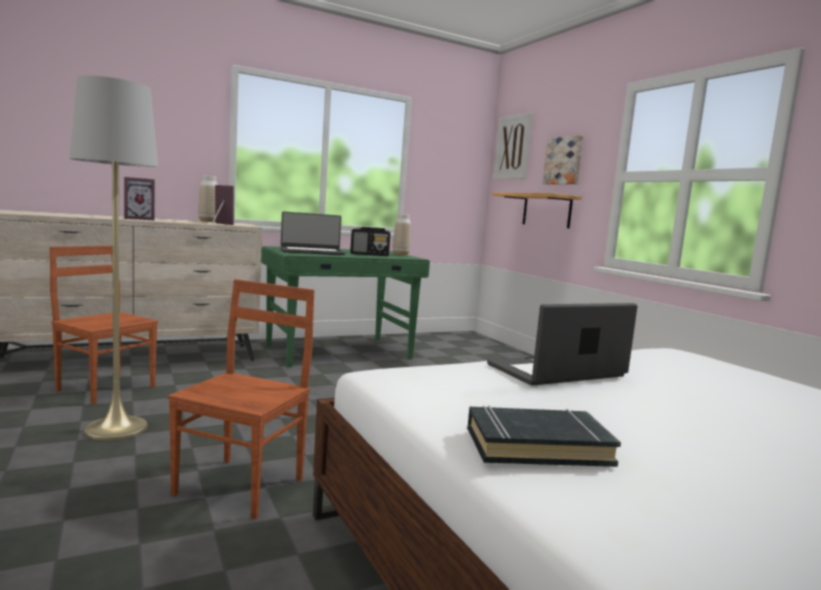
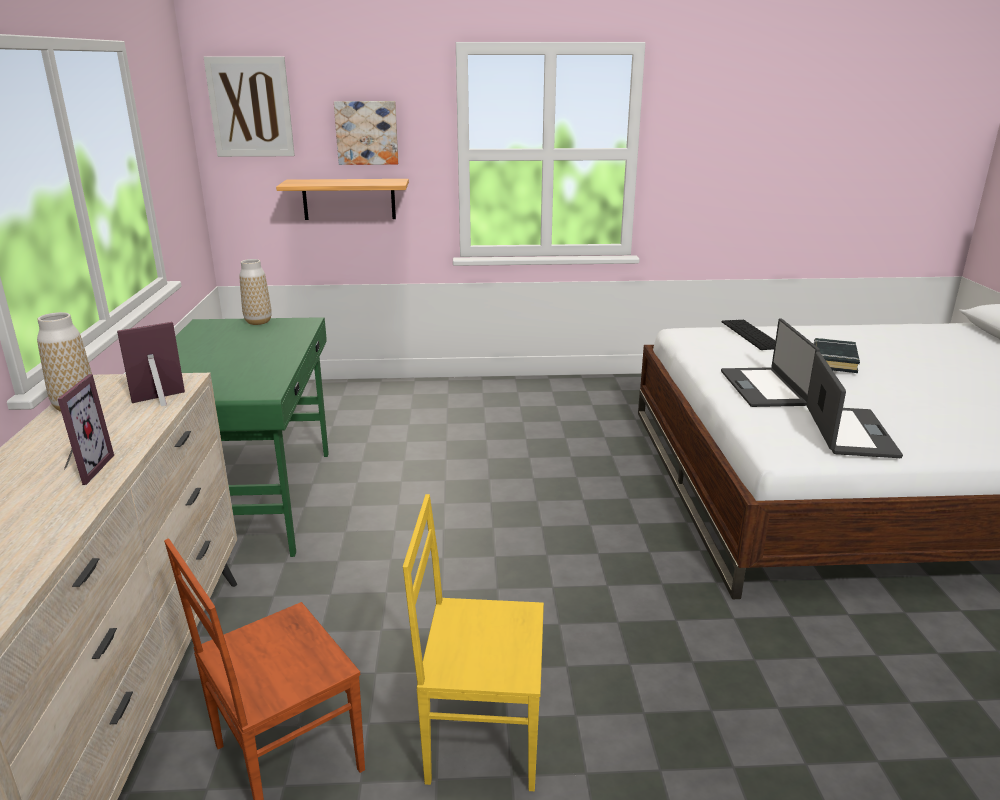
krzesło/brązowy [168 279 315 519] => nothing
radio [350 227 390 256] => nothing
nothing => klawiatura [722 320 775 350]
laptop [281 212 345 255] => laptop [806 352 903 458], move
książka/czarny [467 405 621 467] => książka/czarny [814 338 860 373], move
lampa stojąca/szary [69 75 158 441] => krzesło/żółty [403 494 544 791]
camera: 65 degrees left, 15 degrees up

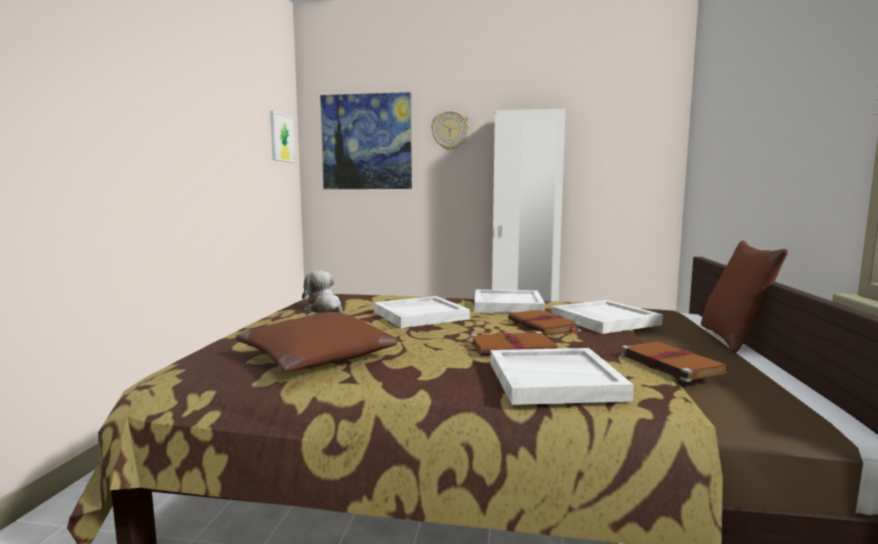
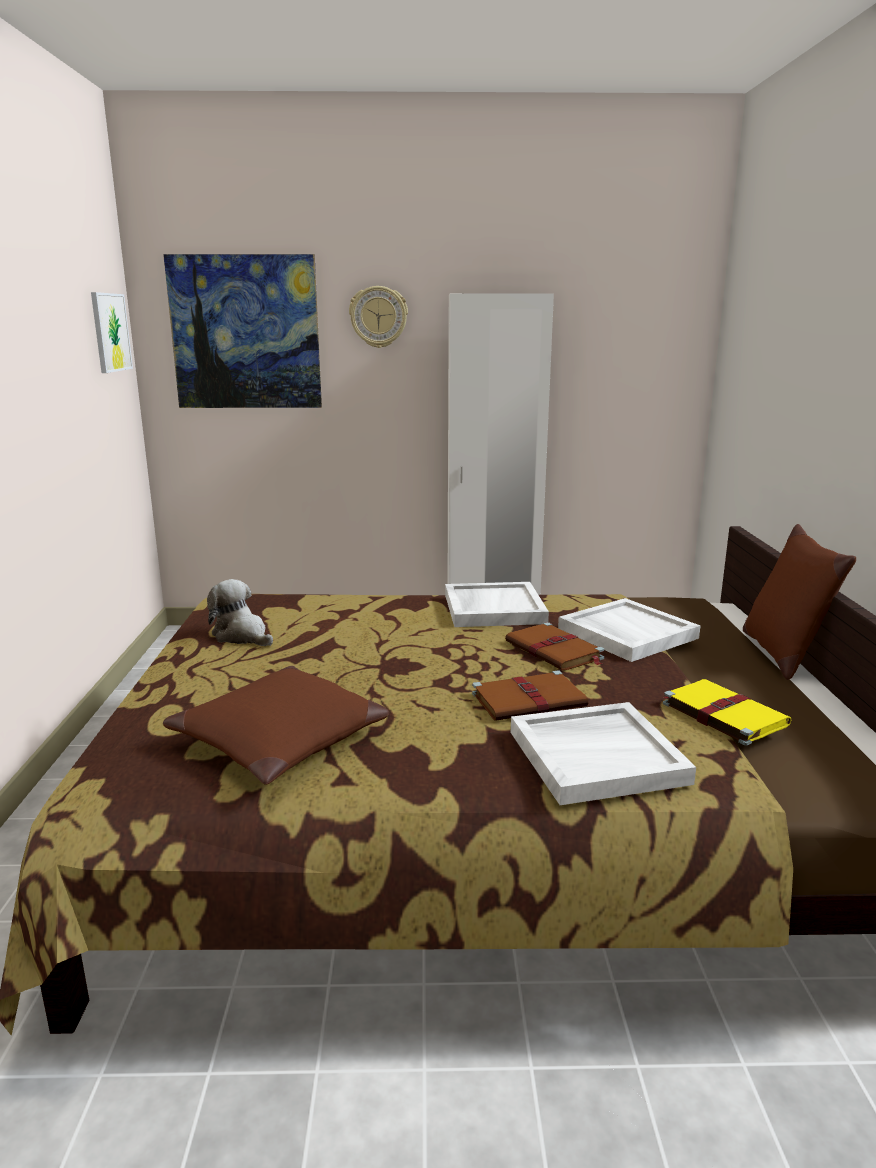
taca/biały [374 296 470 328] => nothing
książka/brązowy [621 341 730 382] => książka/żółty [663 679 791 746]
camera: 10 degrees left, 10 degrees up

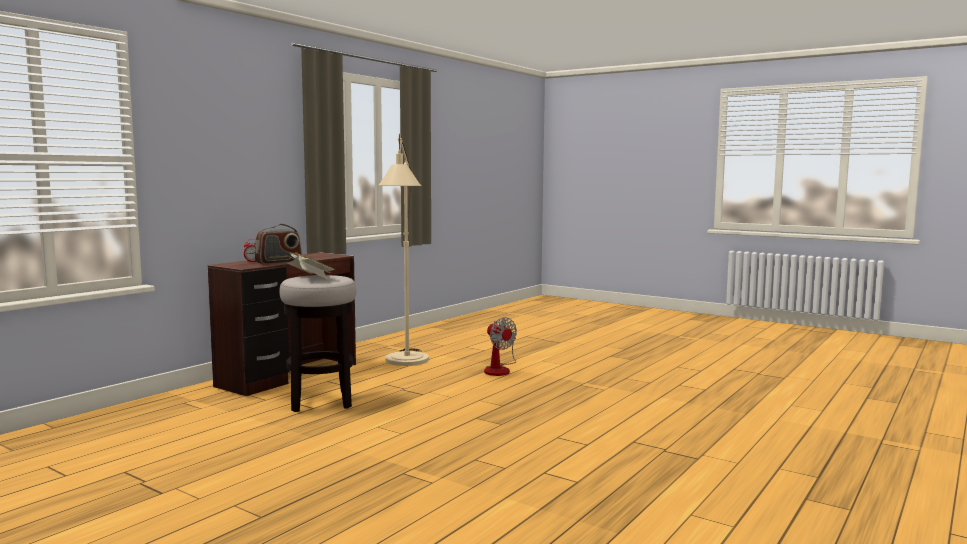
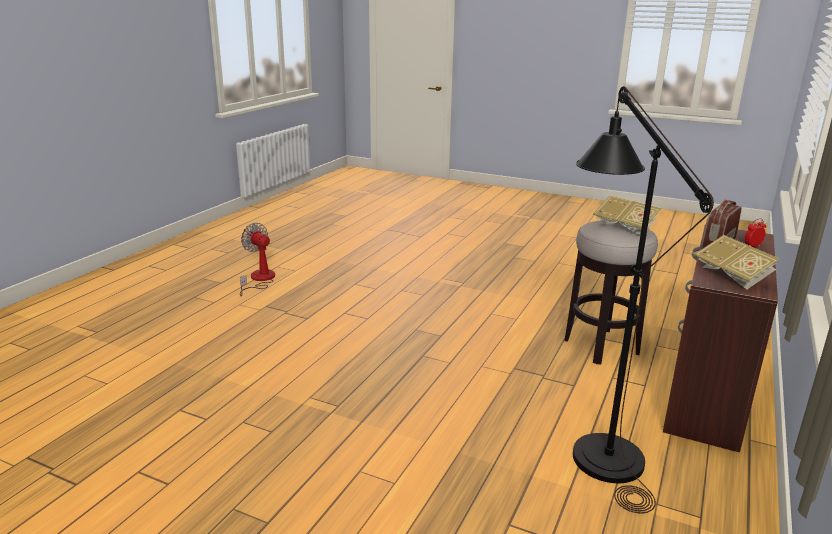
nothing => książka [694 235 780 289]
wentylator [484 317 517 376] => wentylator [240 223 275 297], move
lampa stojąca/beżowy [378 134 429 366] => lampa stojąca/czarny [573 86 714 514]
camera: 170 degrees right, 15 degrees up

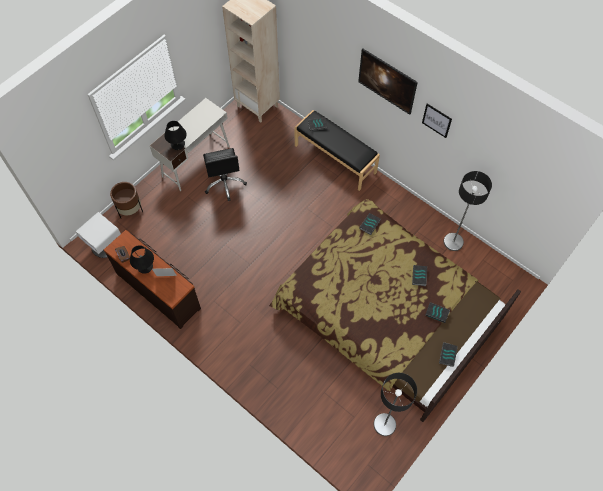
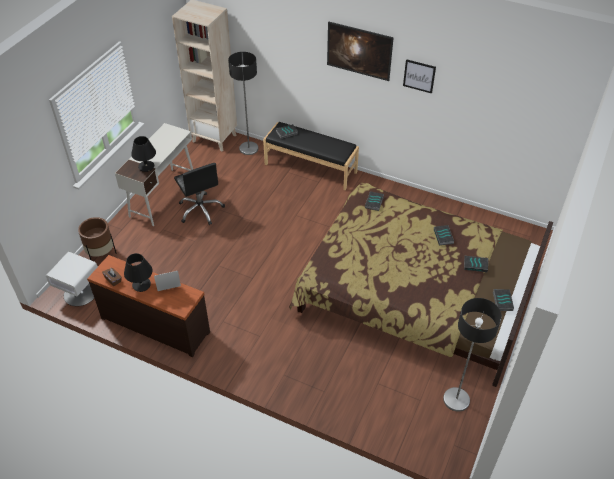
lampa stojąca [444 171 492 251] => lampa stojąca [228 52 259 155], move
camera: 15 degrees left, 15 degrees down

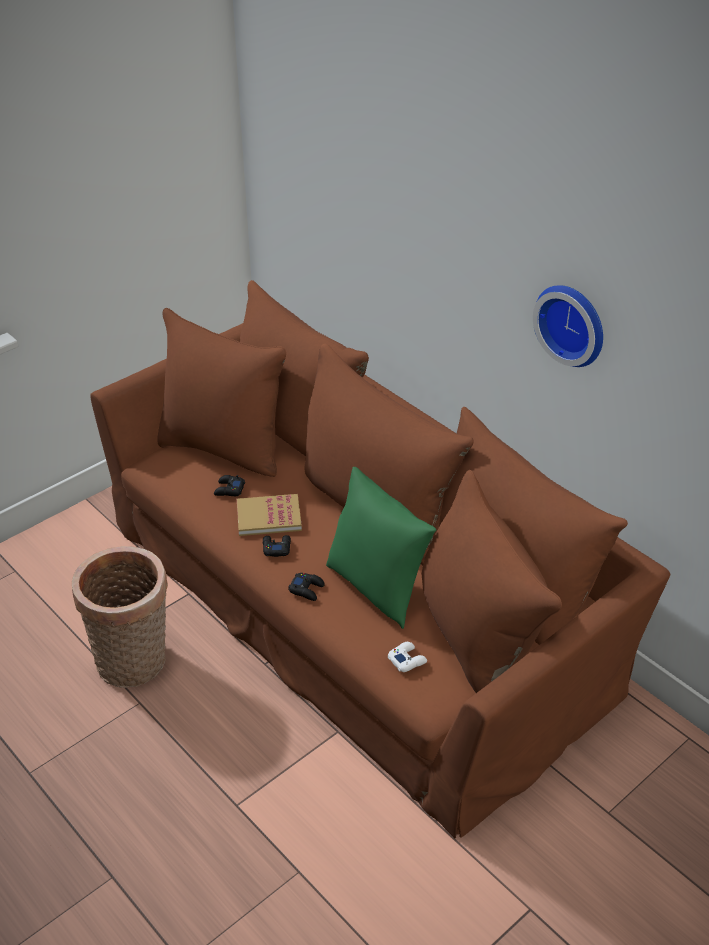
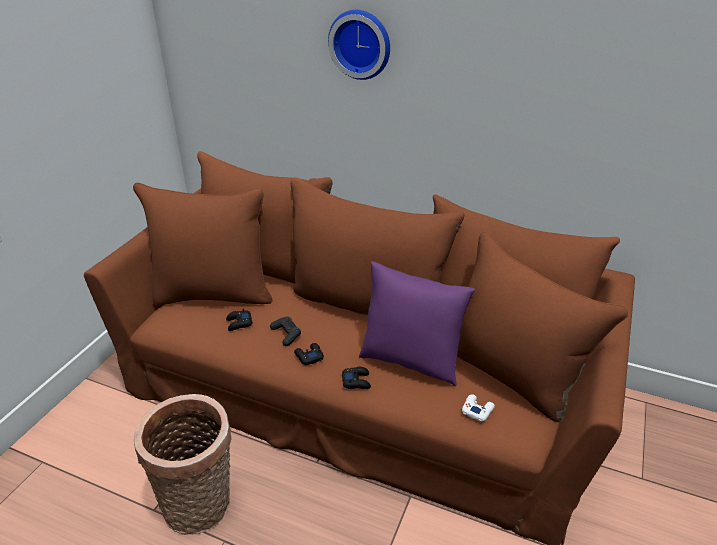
zegar ścienny [533 285 603 367] => zegar ścienny [328 10 390 80], move
książka [237 494 302 536] => pad do gier/czarny [270 317 301 346]
poduszka/zielony [326 467 436 629] => poduszka/fioletowy [359 261 475 386]
camera: 25 degrees left, 5 degrees down

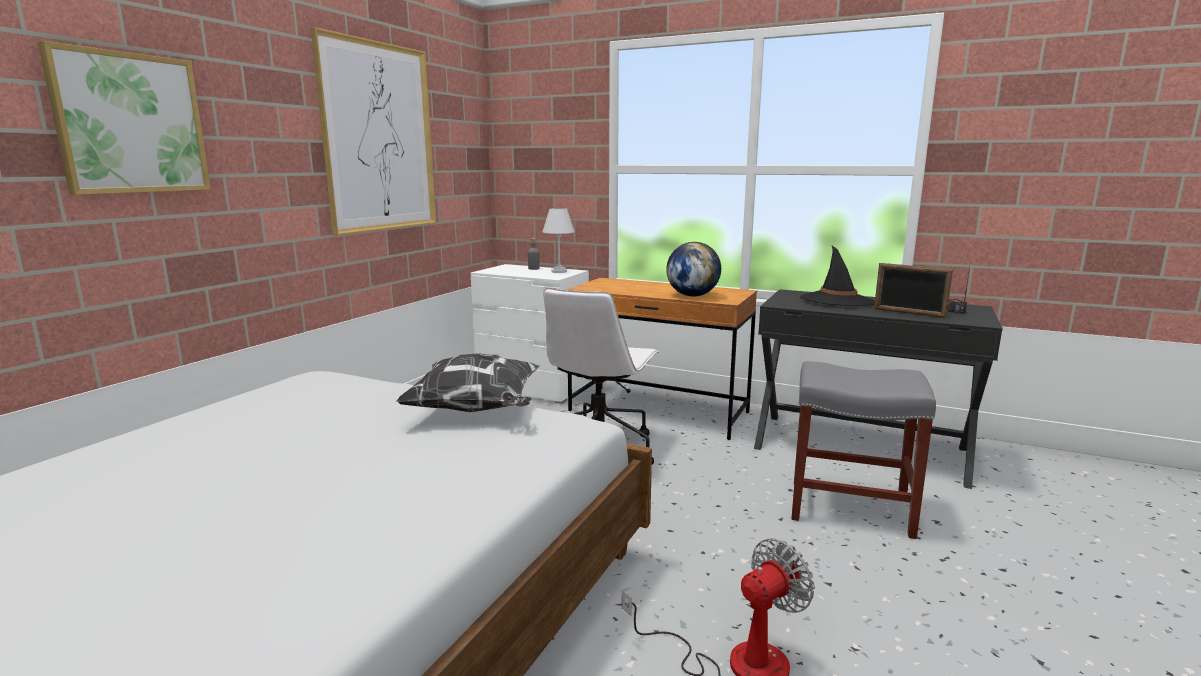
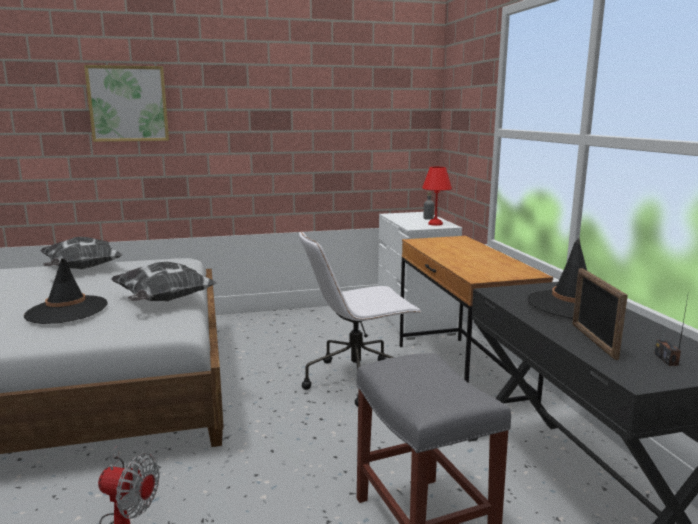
obraz [311 27 436 236] => nothing
globus [666 242 721 296] => nothing
nothing => kapelusz/czarny [24 259 107 324]
nothing => poduszka [40 237 123 269]
lampa stołowa/biały [543 208 575 273] => lampa stołowa/czerwony [422 167 452 226]
camera: 50 degrees right, 0 degrees up

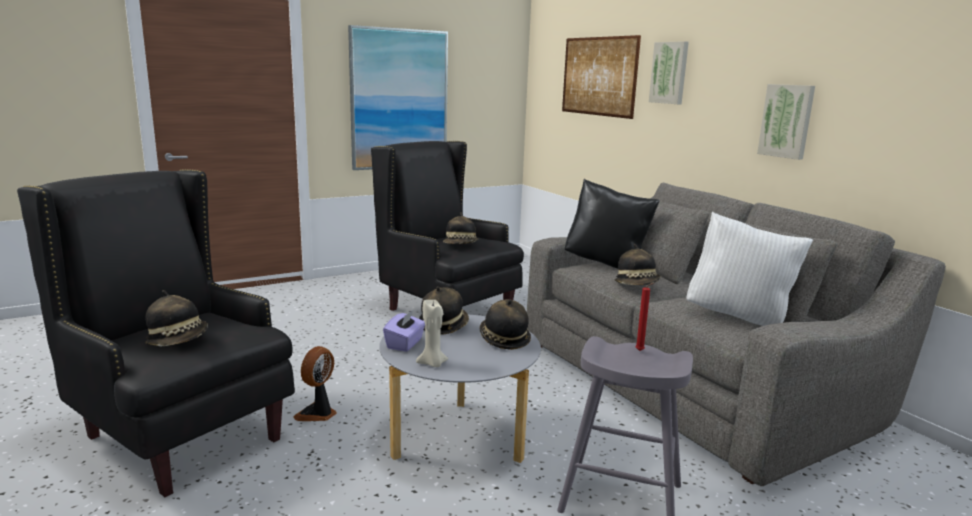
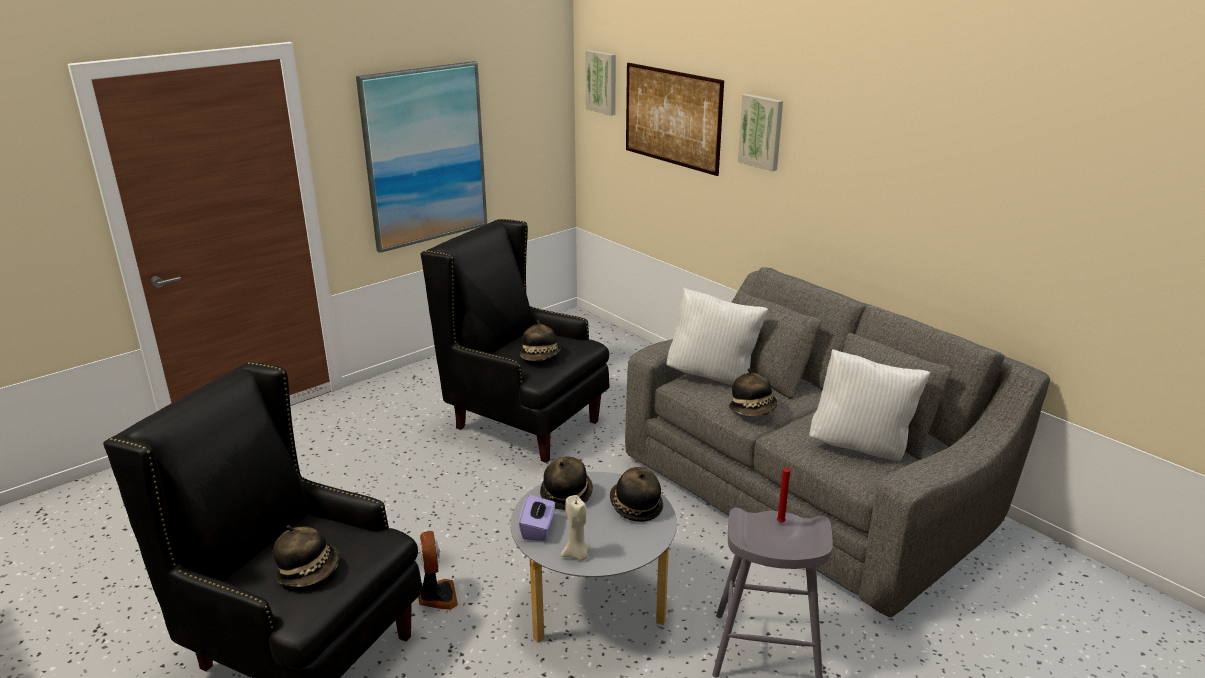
obraz [757 84 815 160] => obraz [585 50 616 116], move
poduszka/czarny [565 179 660 268] => poduszka/biały [667 288 768 385]
wentylator [293 346 337 421] => wentylator [418 531 458 609], 150 degrees clockwise
camera: 10 degrees left, 10 degrees up

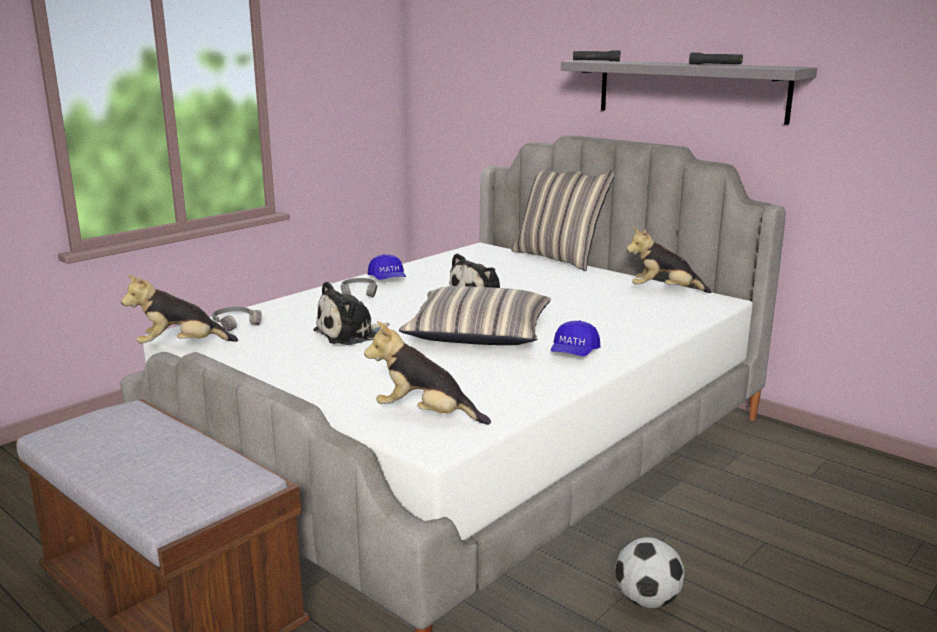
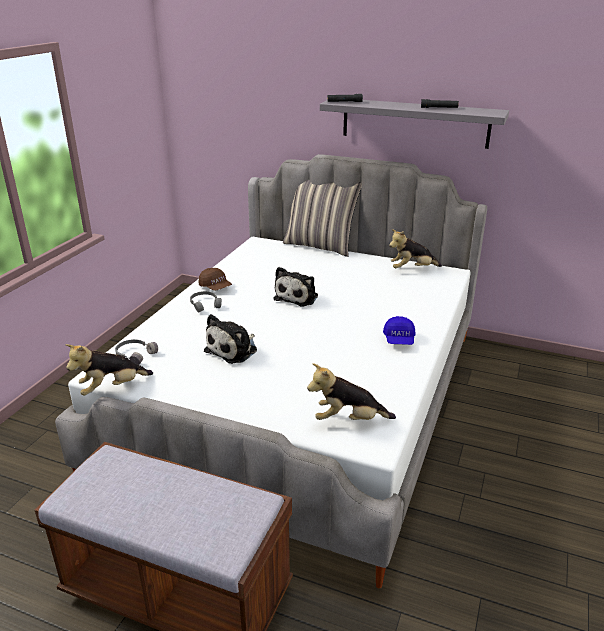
poduszka [399 286 551 345] => nothing
piłka futbolowa [615 537 685 608] => nothing
czapka z daszkiem/niebieski [368 254 406 280] => czapka z daszkiem/brązowy [199 268 232 291]
camera: 20 degrees left, 10 degrees up

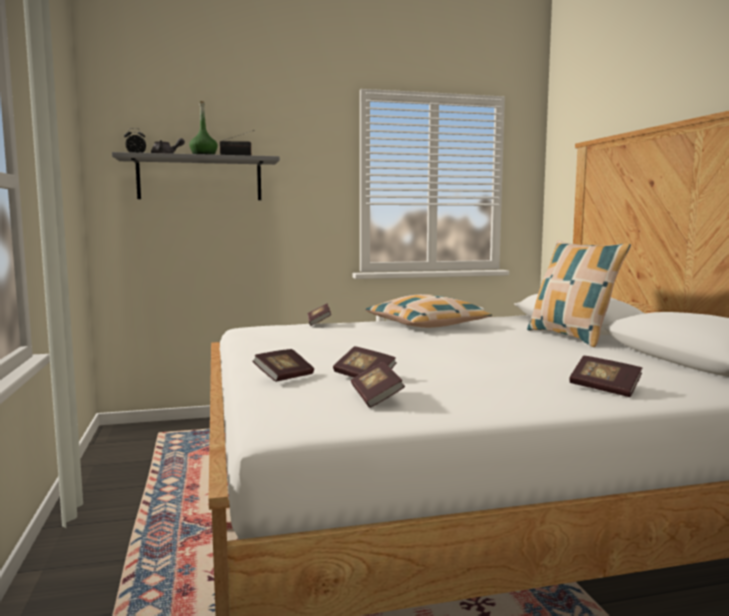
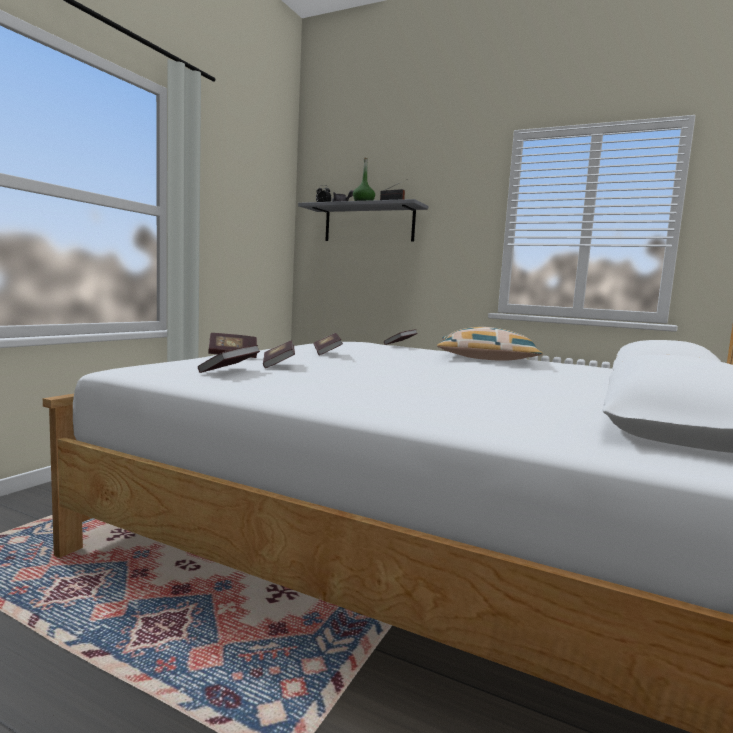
poduszka [527 240 631 347] => nothing
książka [569 356 642 397] => książka [313 333 343 355], move
camera: 40 degrees right, 0 degrees up

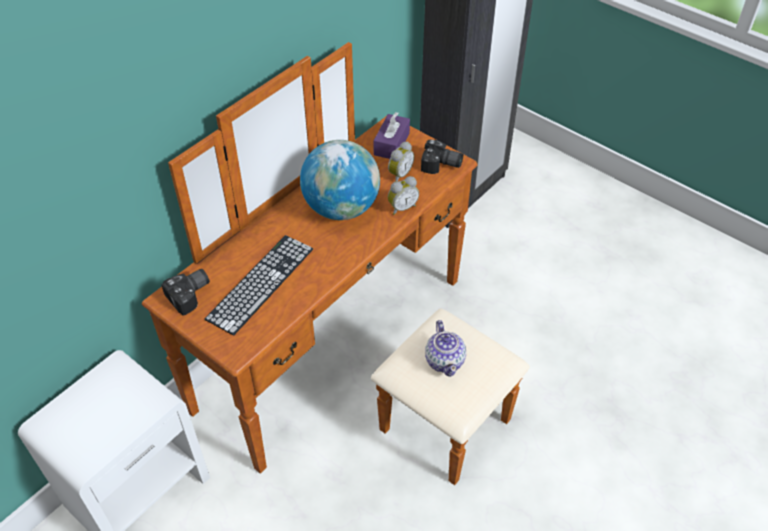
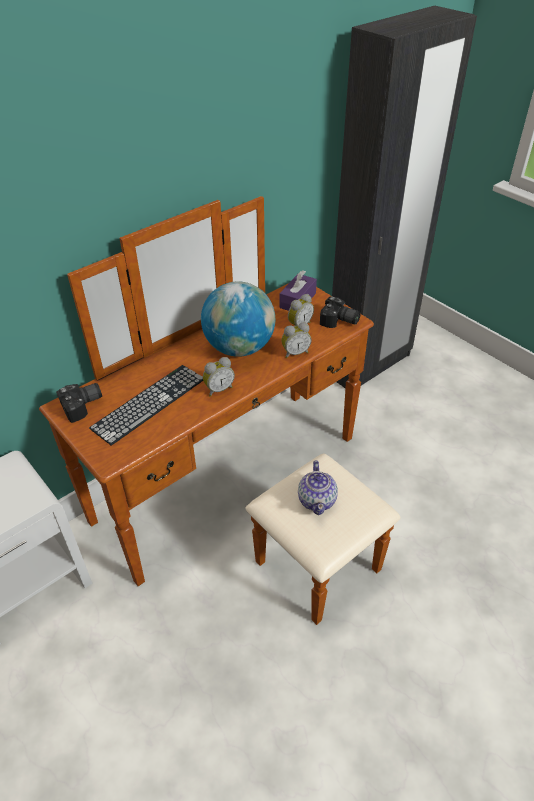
nothing => budzik [203 357 235 397]
camera: 10 degrees right, 5 degrees down

